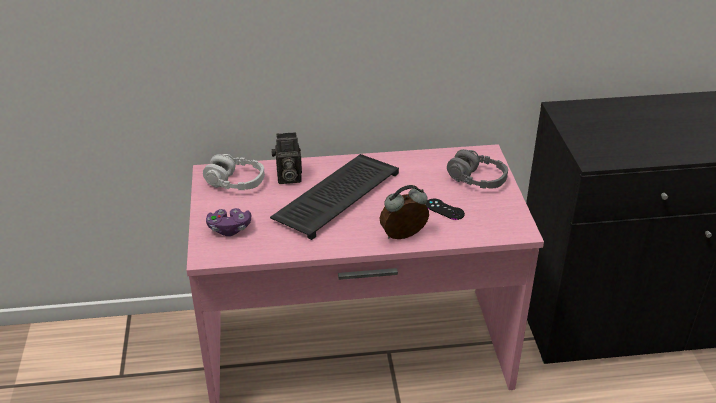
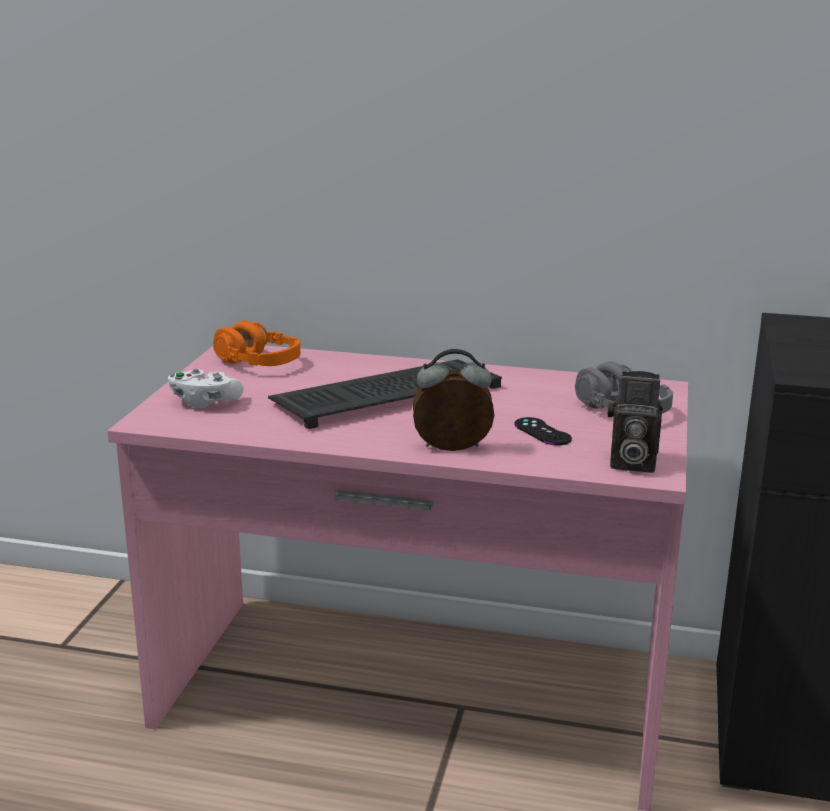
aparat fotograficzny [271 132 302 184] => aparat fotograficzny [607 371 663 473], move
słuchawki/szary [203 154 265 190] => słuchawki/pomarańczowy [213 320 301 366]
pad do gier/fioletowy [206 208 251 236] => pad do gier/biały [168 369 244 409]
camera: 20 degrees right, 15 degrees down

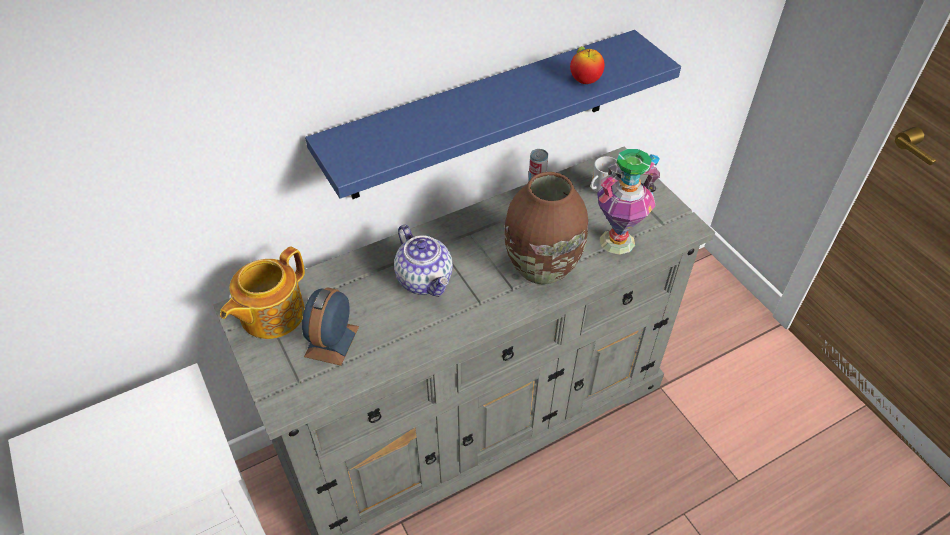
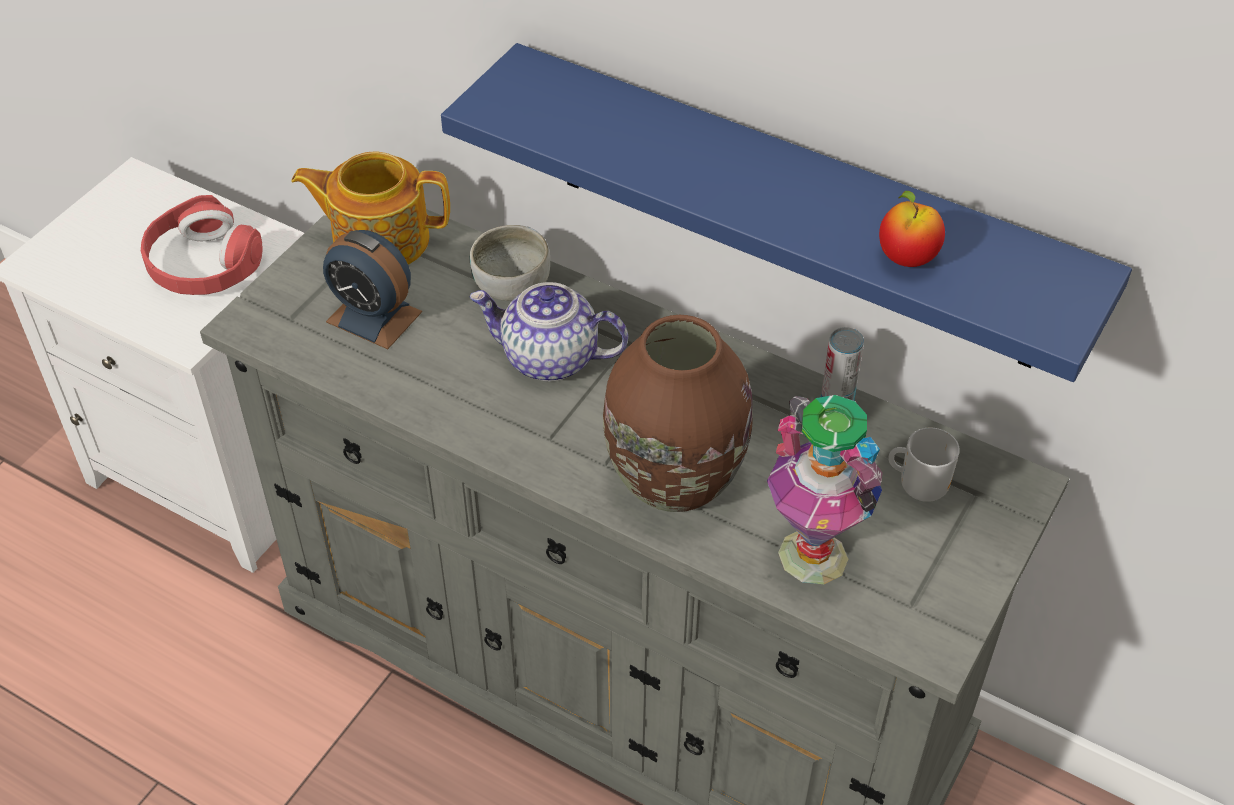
nothing => słuchawki/czerwony [141 195 262 295]
nothing => miska [470 225 550 301]
budzik [302 287 359 366] => budzik [323 230 422 349], 135 degrees counterclockwise
imbryk [394 225 453 297] => imbryk [469 282 628 381], 75 degrees clockwise
camera: 60 degrees right, 0 degrees up

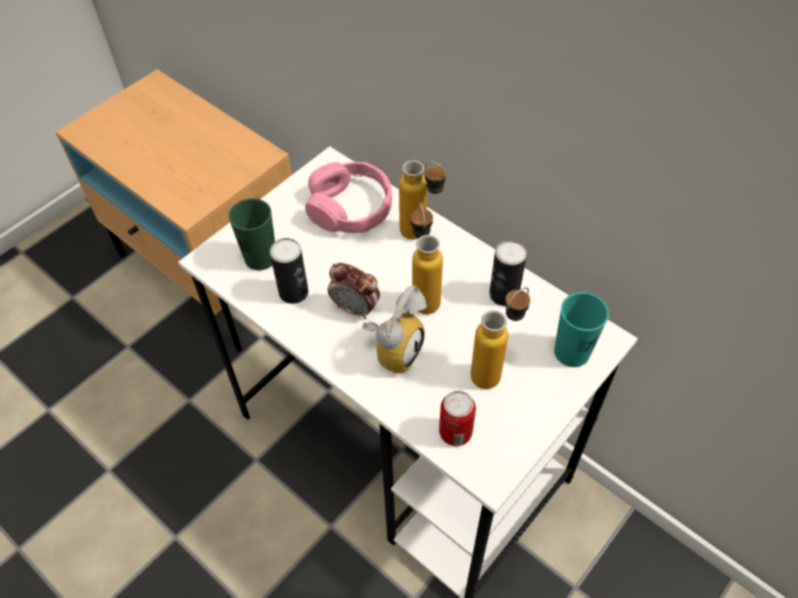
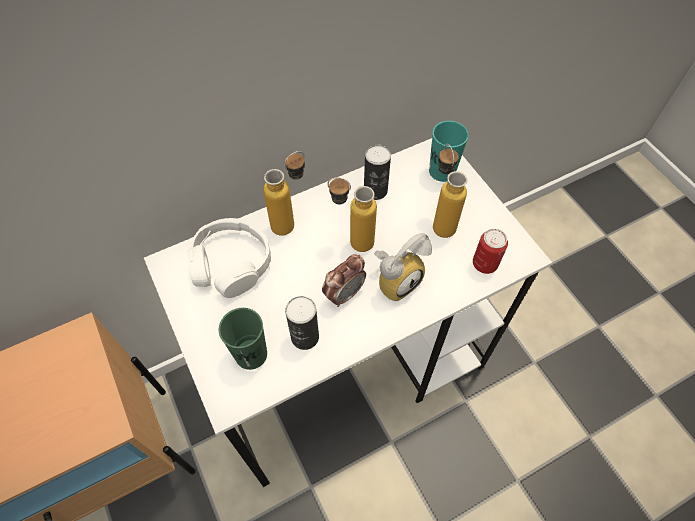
słuchawki/różowy [305 162 392 233] => słuchawki/biały [187 218 271 298]
budzik [362 285 427 374] => budzik [374 233 432 301], 90 degrees clockwise
camera: 70 degrees left, 5 degrees up

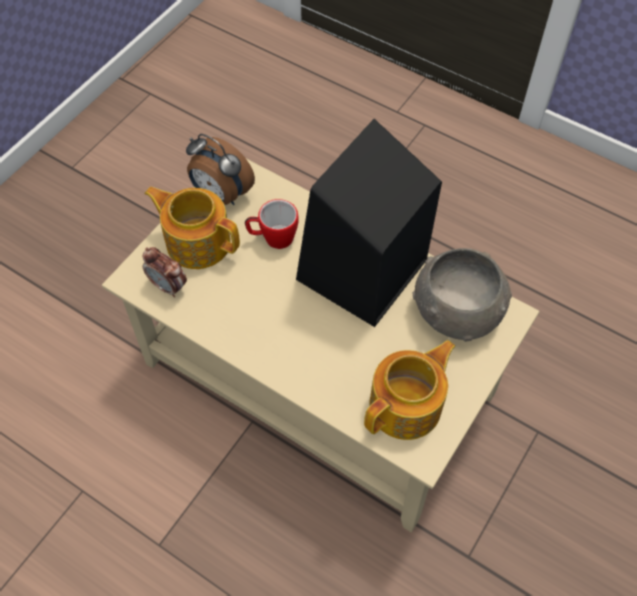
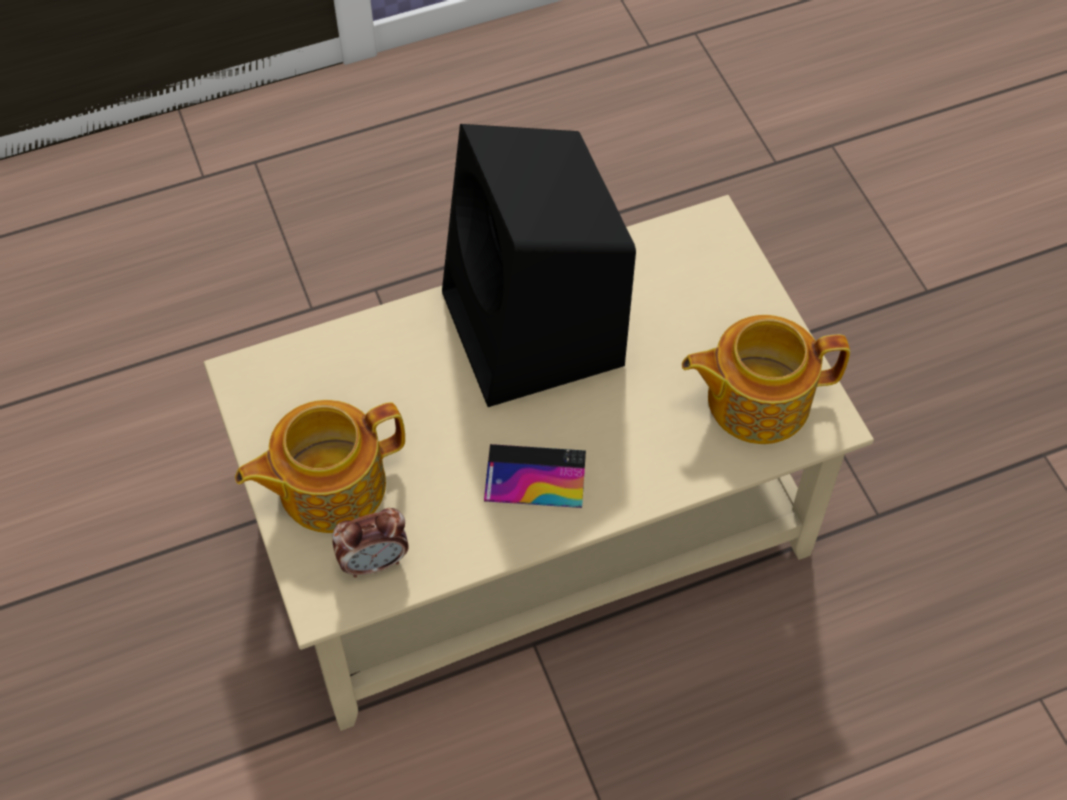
budzik [186 134 255 205] => nothing
kubek [245 199 298 249] => nothing
miska/szary [413 248 512 342] => nothing
nothing => telefon [484 444 586 508]
imbryk [364 340 455 440] => imbryk [682 315 850 444], 90 degrees counterclockwise
camera: 55 degrees left, 0 degrees up

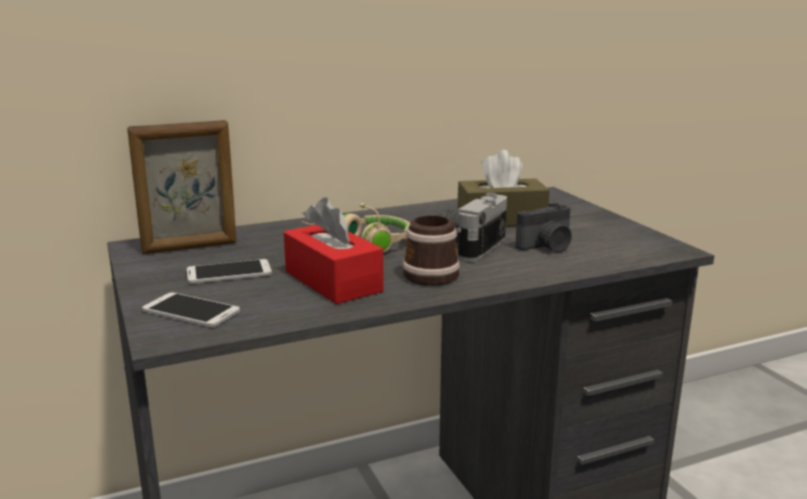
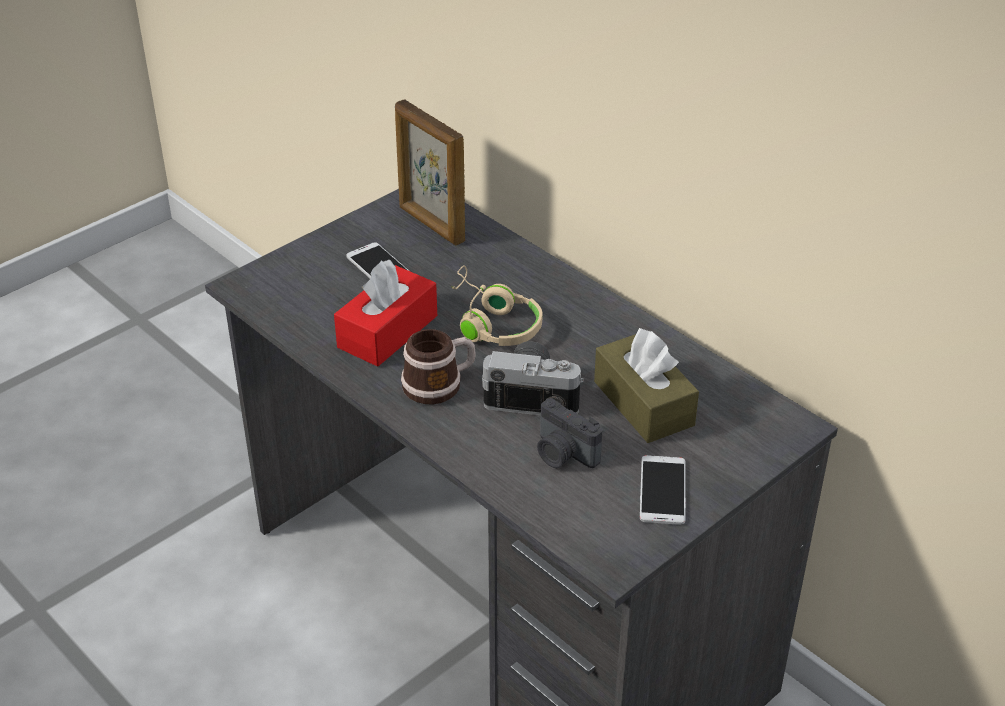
telefon [142 292 240 327] => telefon [640 455 686 525], move
camera: 70 degrees right, 20 degrees up

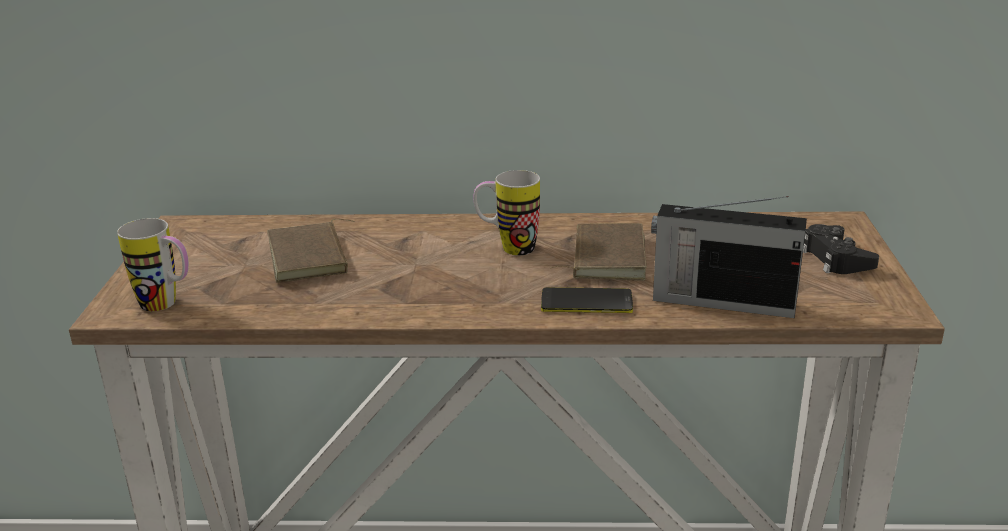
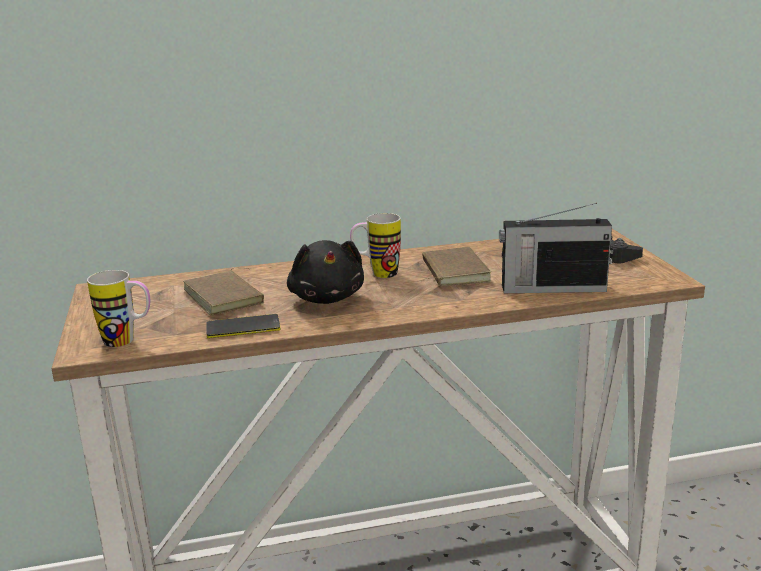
nothing => pluszak/czarny [287 240 364 304]
telefon [541 287 633 313] => telefon [206 314 280 338], move
camera: 15 degrees left, 5 degrees down

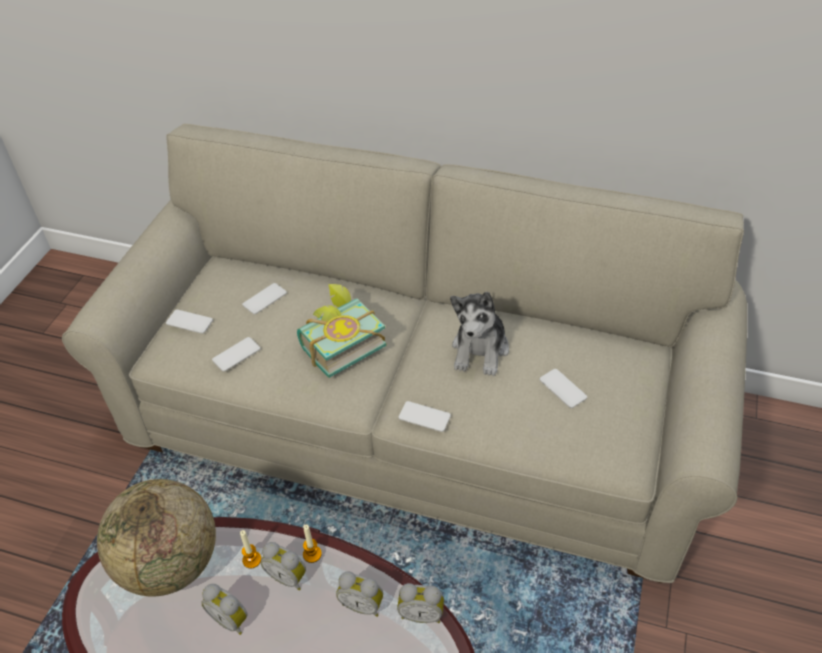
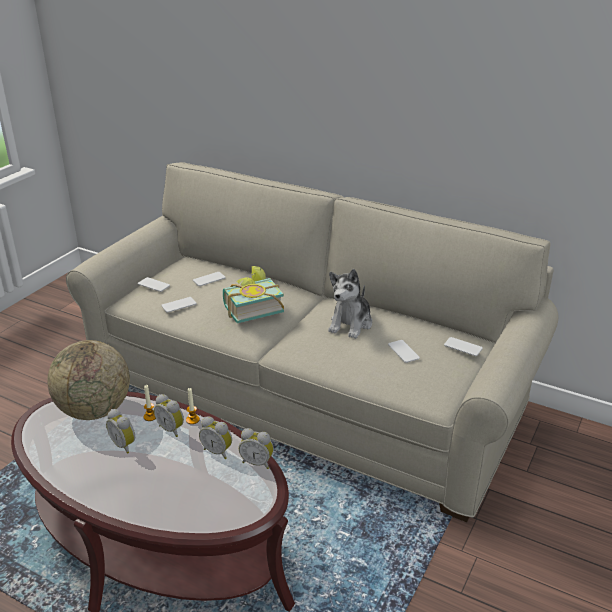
telefon [398 401 451 432] => telefon [444 337 483 356], move
camera: 10 degrees right, 15 degrees down

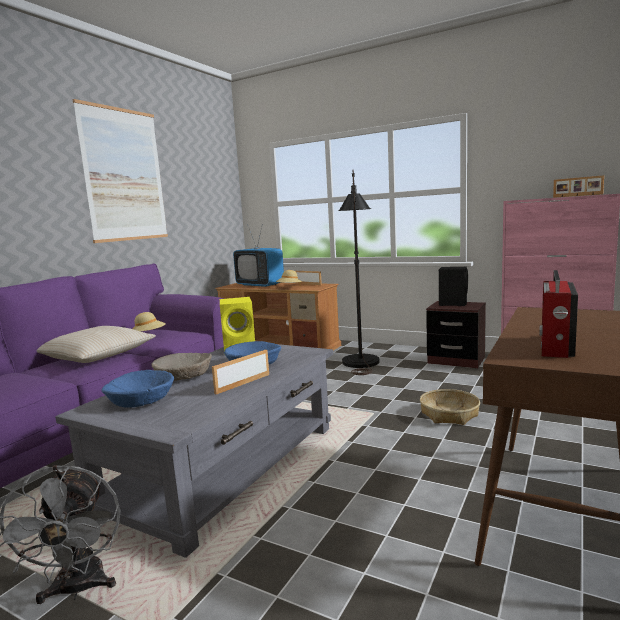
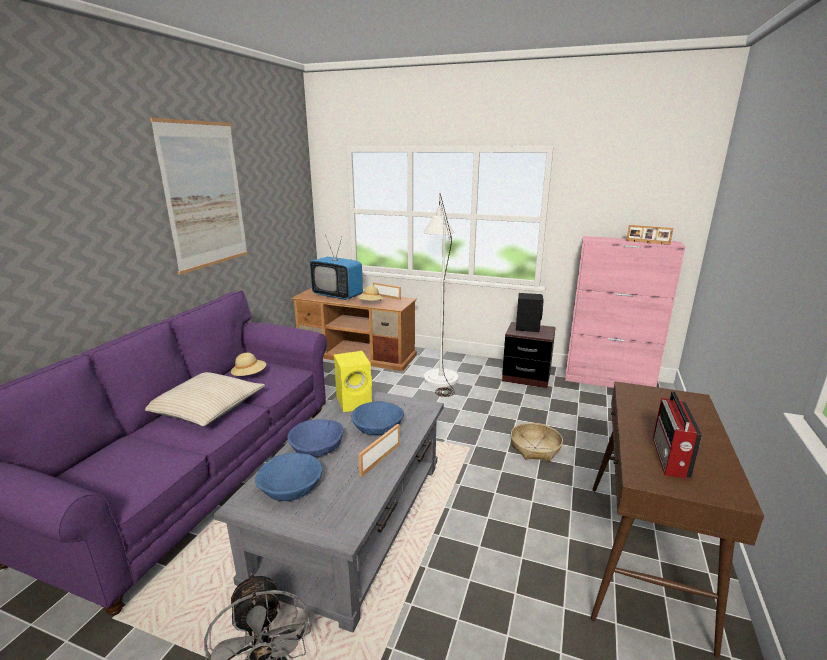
miska/beżowy [152 353 212 381] => miska/niebieski [287 419 344 457]
lampa stojąca/czarny [338 170 380 375] => lampa stojąca/biały [423 193 458 397]
camera: 10 degrees left, 10 degrees up

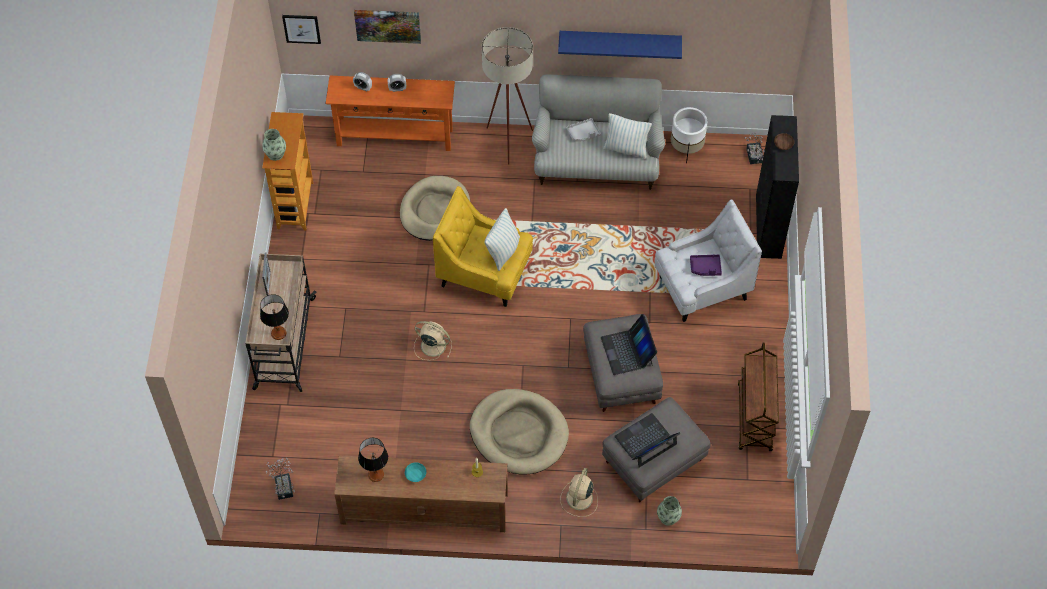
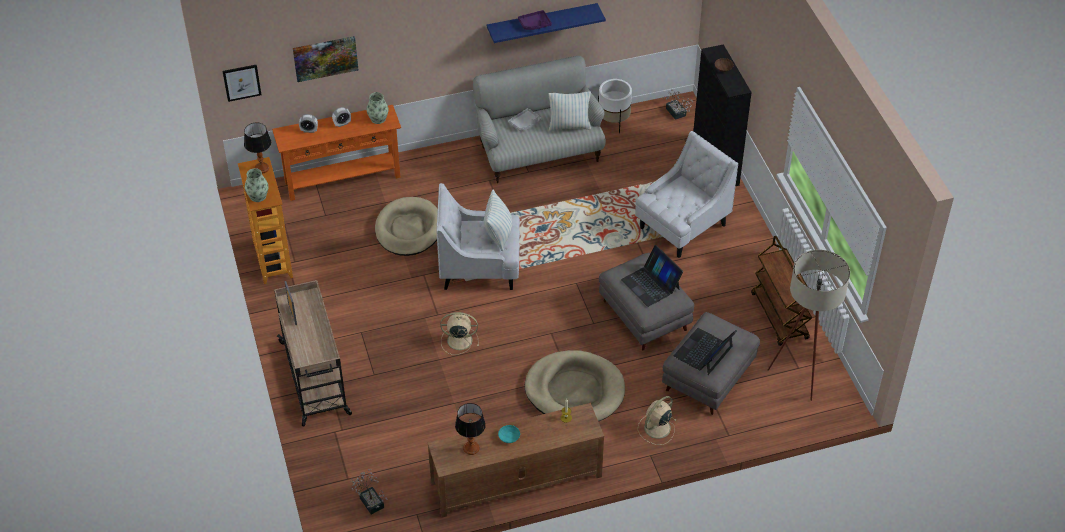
lampa stołowa [260 294 289 340] => lampa stołowa [244 123 272 174], move
lampa stojąca/beżowy [482 27 533 165] => lampa stojąca/beżowy [767 250 850 401], move
wazon [657 496 682 526] => wazon [367 92 388 124], move
taca/fioletowy [690 254 722 276] => taca/fioletowy [518 10 552 30], move
fotel/żółty [433 186 533 307] => fotel/biały [436 183 520 290]
wentylator/beżowy [560 468 598 517] => wentylator/beżowy [638 396 677 445], 45 degrees clockwise
camera: 20 degrees left, 10 degrees down

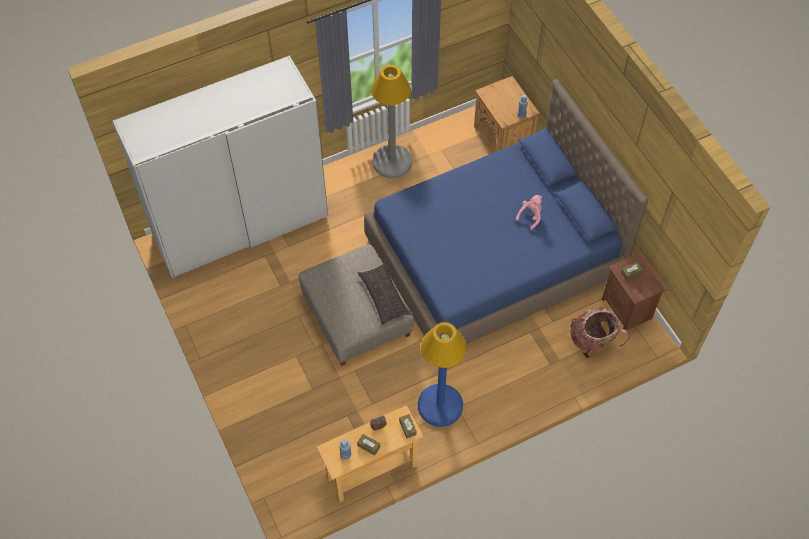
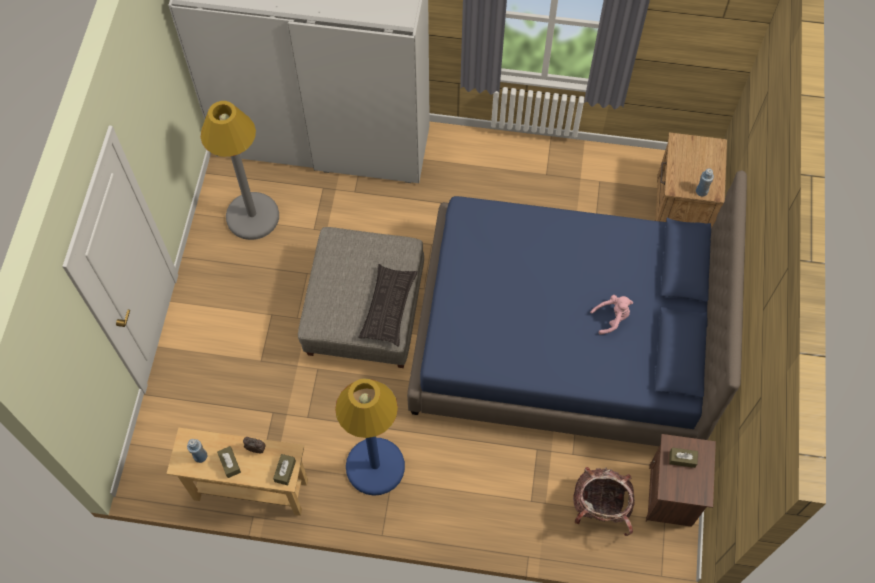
lampa stojąca/szary [371 64 412 178] => lampa stojąca/szary [200 101 279 240], move
camera: 35 degrees right, 5 degrees up

